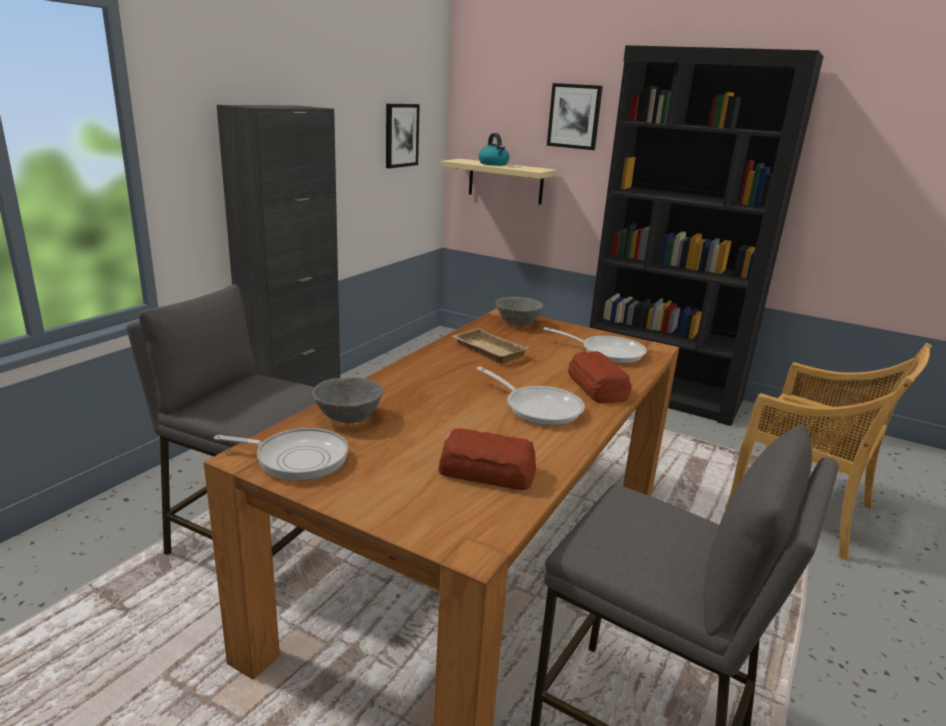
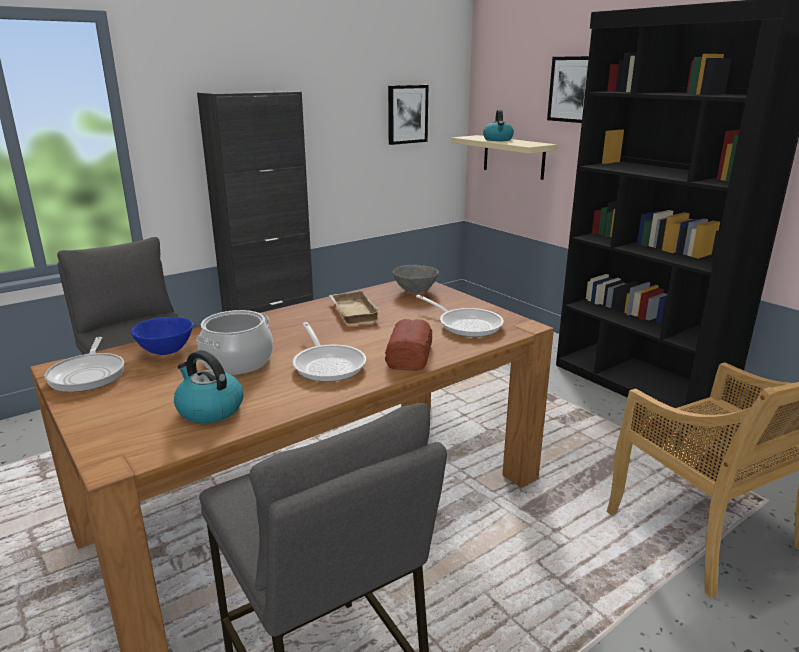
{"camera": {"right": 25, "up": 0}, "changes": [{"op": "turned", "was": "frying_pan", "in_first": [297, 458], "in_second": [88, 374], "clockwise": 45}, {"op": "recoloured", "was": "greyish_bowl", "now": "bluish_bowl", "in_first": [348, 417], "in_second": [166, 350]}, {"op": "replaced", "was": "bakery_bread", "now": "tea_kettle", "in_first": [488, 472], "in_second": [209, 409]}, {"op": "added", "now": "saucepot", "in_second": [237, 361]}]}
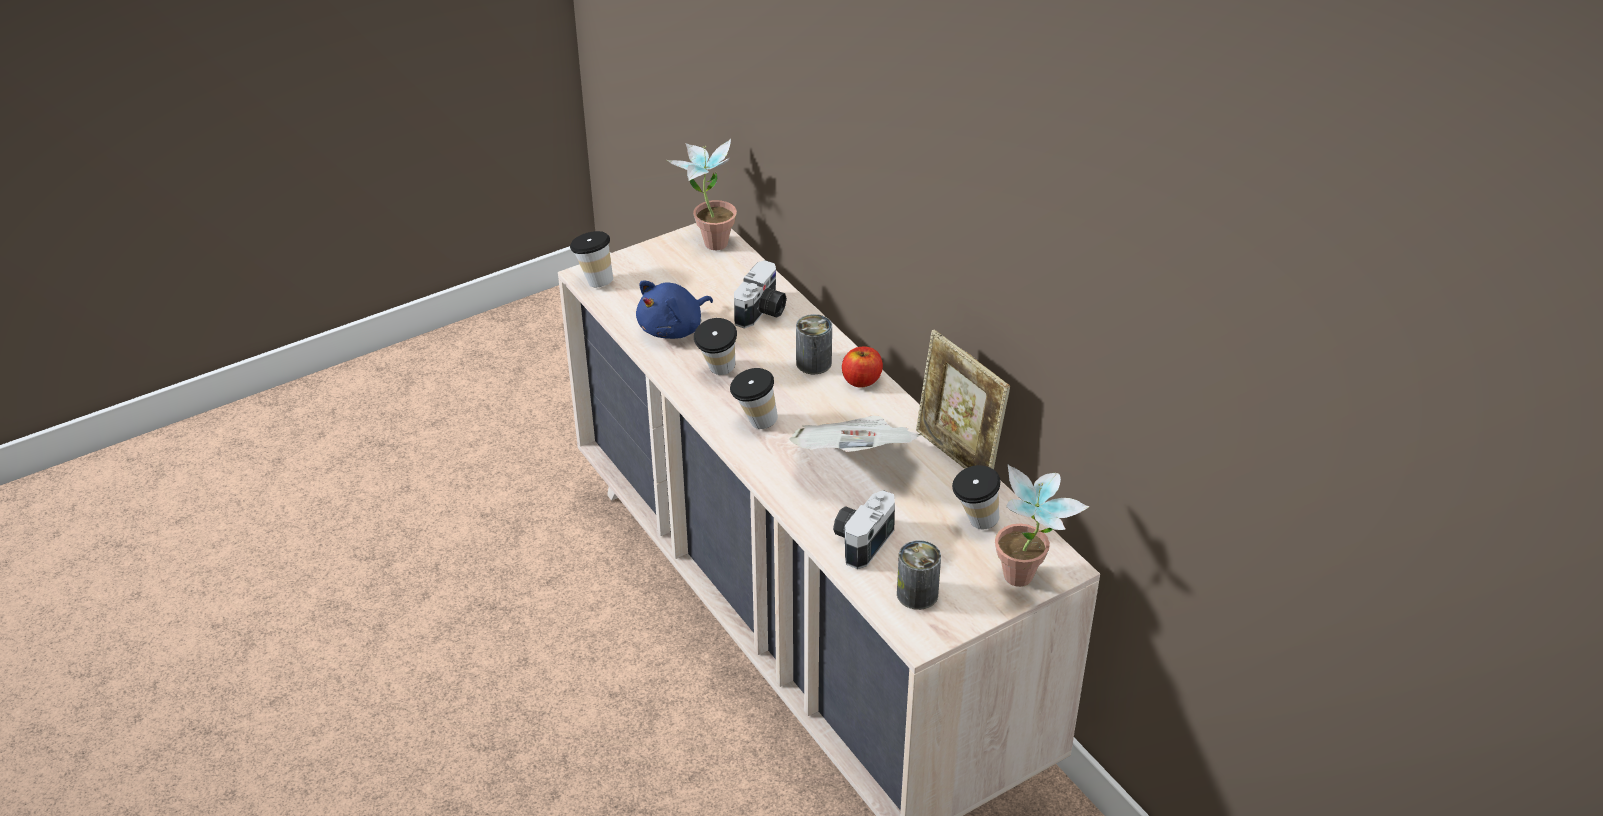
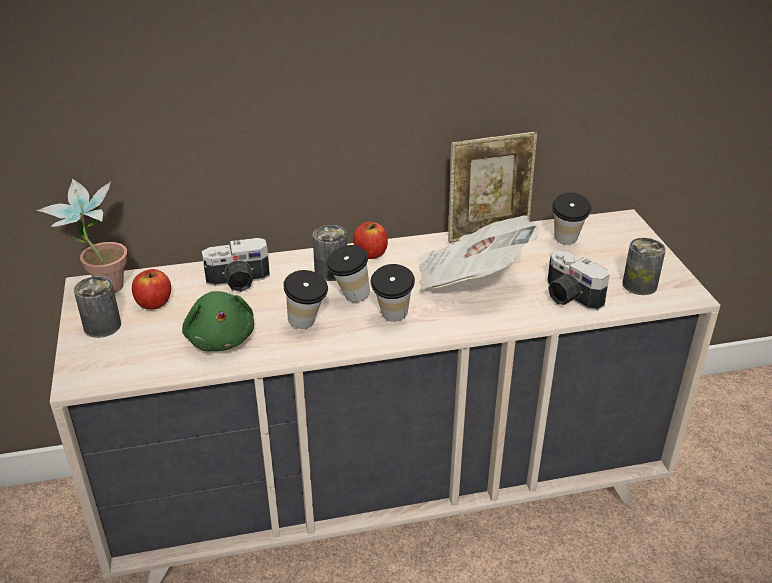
{"camera": {"right": -70, "up": -5}, "changes": [{"op": "added", "now": "can", "in_second": [102, 326]}, {"op": "added", "now": "apple", "in_second": [154, 303]}, {"op": "recoloured", "was": "bluish_cuddly_toy", "now": "green_cuddly_toy", "in_first": [674, 328], "in_second": [221, 338]}, {"op": "turned", "was": "photo_camera", "in_first": [763, 311], "in_second": [238, 282], "clockwise": 120}, {"op": "moved", "was": "drinking_cup", "in_first": [594, 280], "in_second": [349, 298]}, {"op": "removed", "was": "plant_in_a_pot", "in_first": [1027, 582]}]}
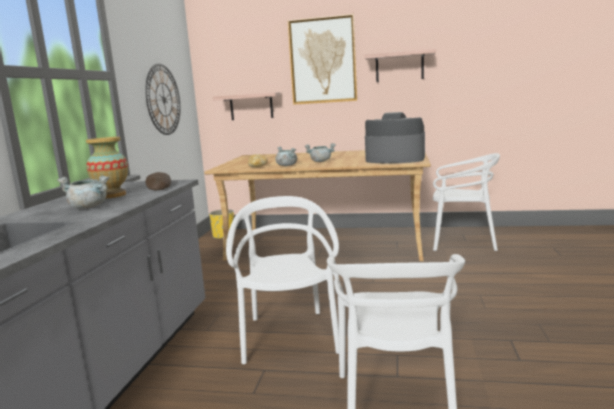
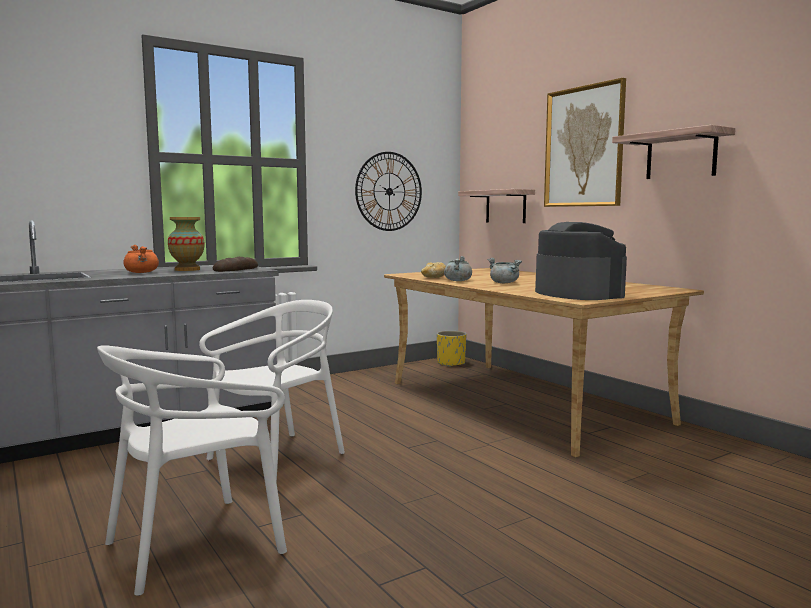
{"camera": {"right": 45, "up": -5}, "changes": [{"op": "recoloured", "was": "greyish_saucepot", "now": "orangey_saucepot", "in_first": [89, 207], "in_second": [142, 272]}, {"op": "removed", "was": "whitish_upright_chair", "in_first": [463, 242]}]}
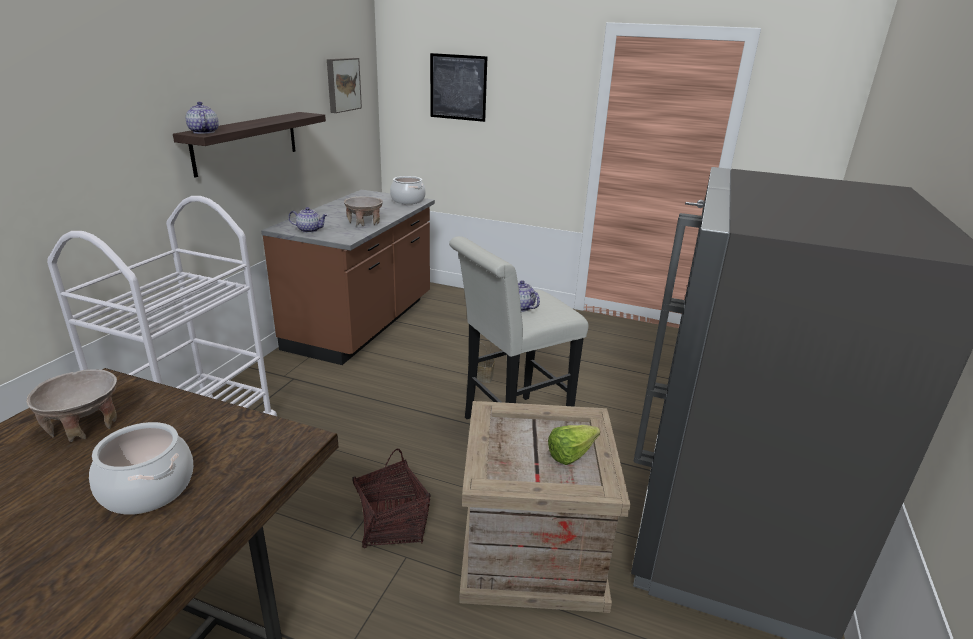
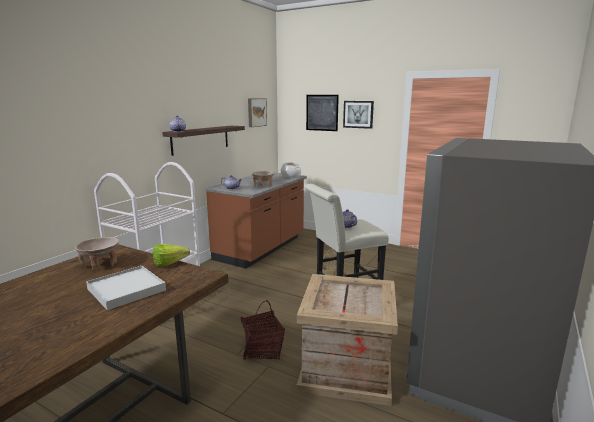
{"camera": {"right": 10, "up": -10}, "changes": [{"op": "replaced", "was": "saucepot", "now": "whitish_carrying_tray", "in_first": [147, 488], "in_second": [126, 289]}, {"op": "moved", "was": "lettuce", "in_first": [575, 454], "in_second": [172, 264]}, {"op": "added", "now": "wall_picture", "in_second": [358, 114]}]}
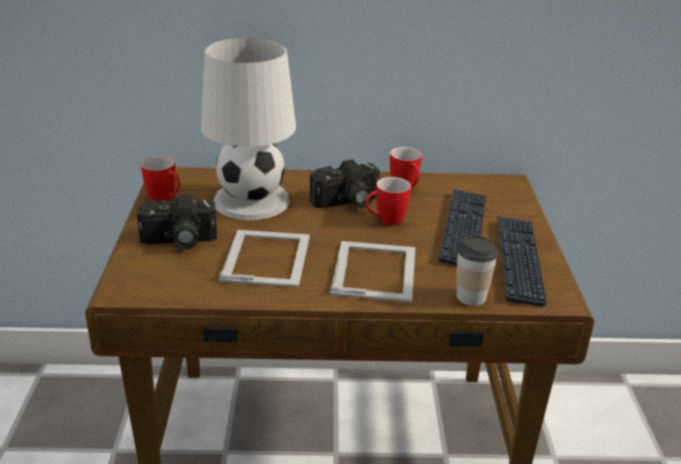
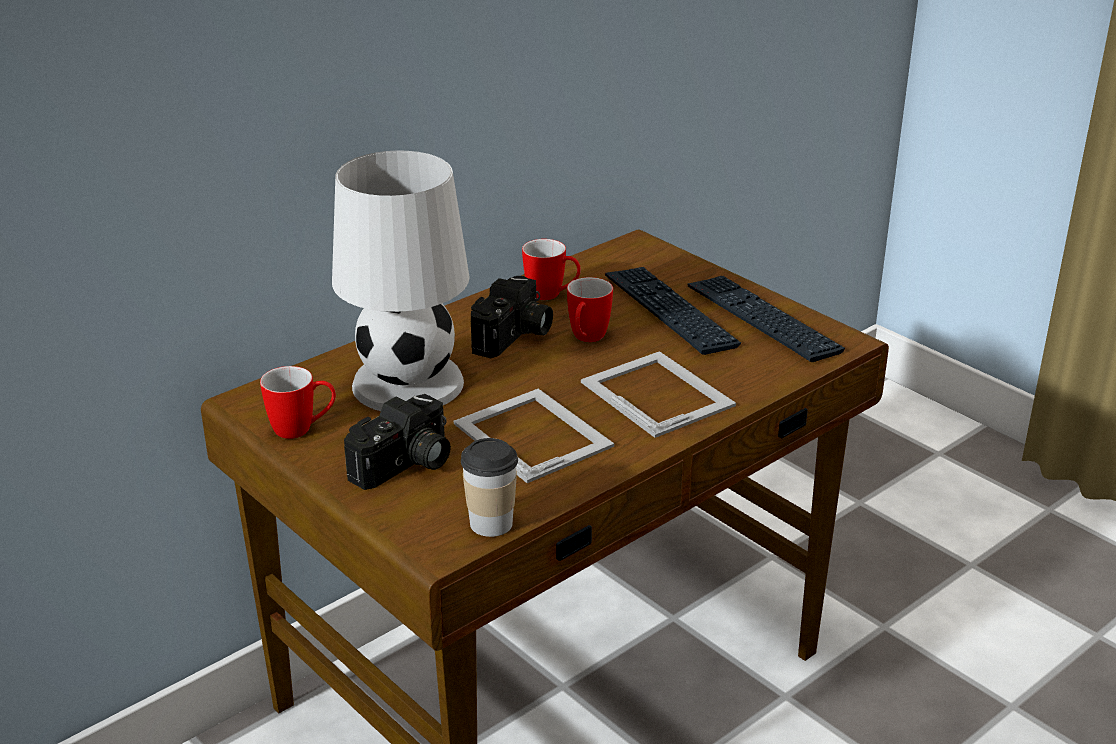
{"camera": {"right": -40, "up": 0}, "changes": [{"op": "moved", "was": "drinking_cup", "in_first": [471, 297], "in_second": [491, 524]}]}
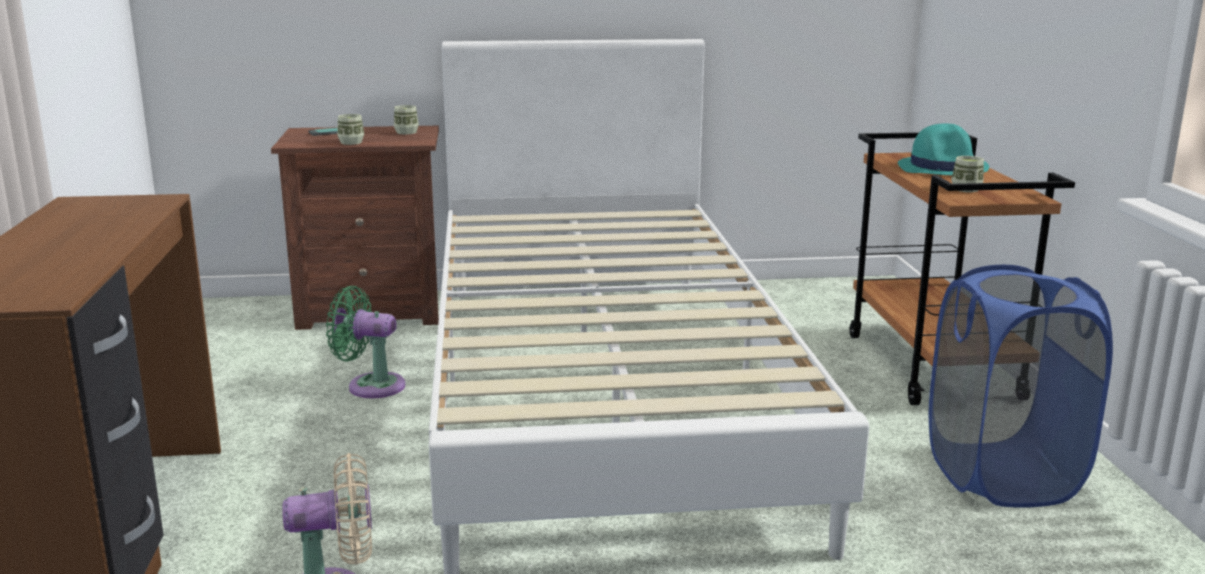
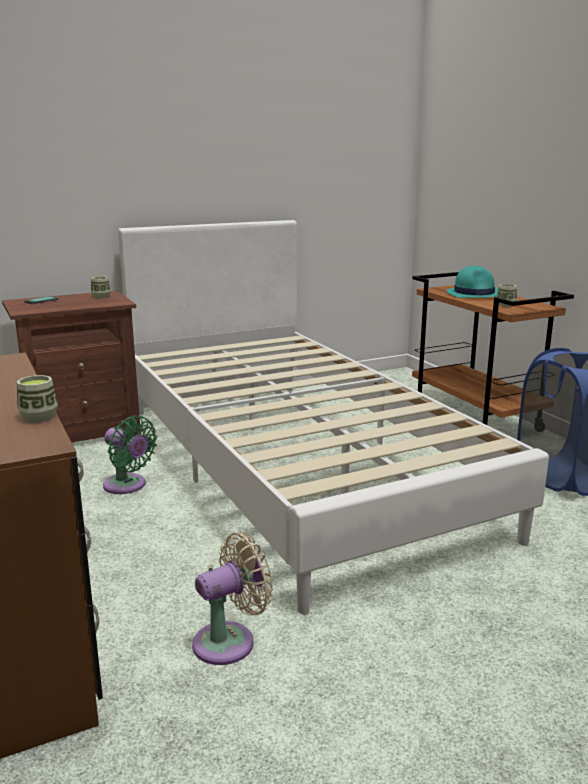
{"camera": {"right": -20, "up": 0}, "changes": [{"op": "moved", "was": "drinking_cup", "in_first": [351, 142], "in_second": [39, 417]}, {"op": "turned", "was": "green_fan", "in_first": [370, 386], "in_second": [127, 486], "clockwise": -135}]}
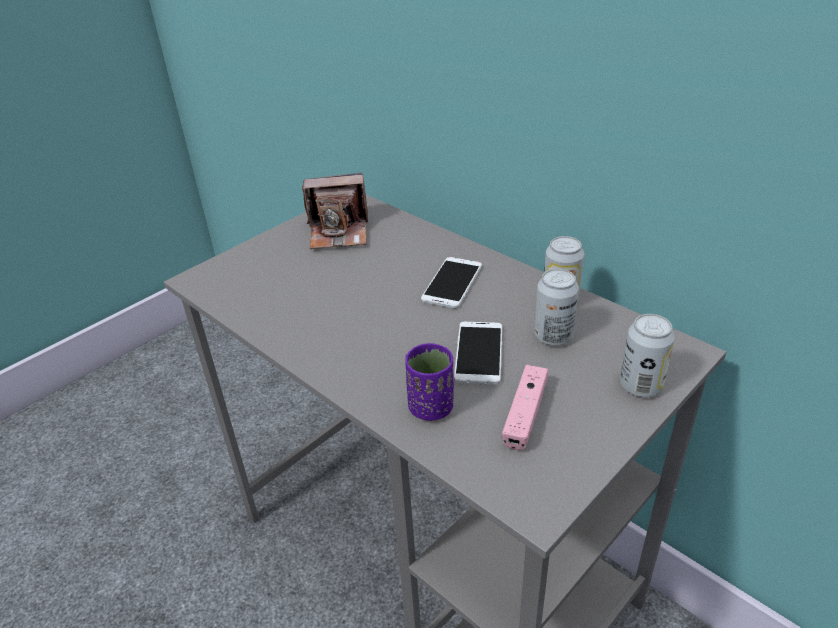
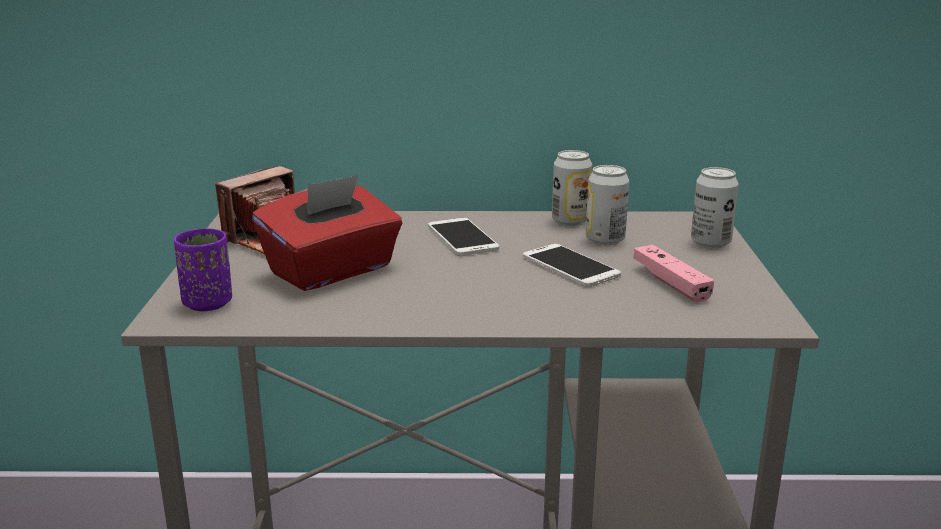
{"camera": {"right": -45, "up": -15}, "changes": [{"op": "moved", "was": "purplish_drinking_cup", "in_first": [431, 408], "in_second": [208, 303]}, {"op": "added", "now": "red_box_of_tissues", "in_second": [332, 271]}]}
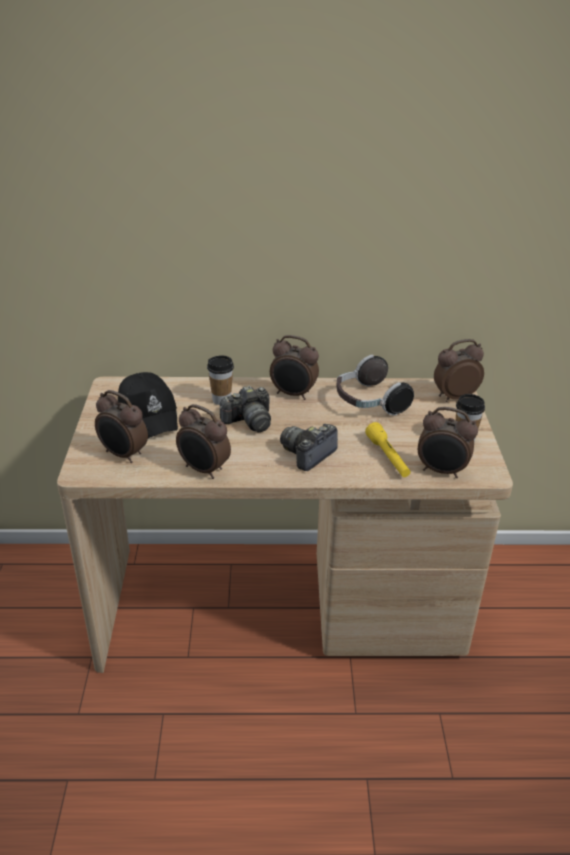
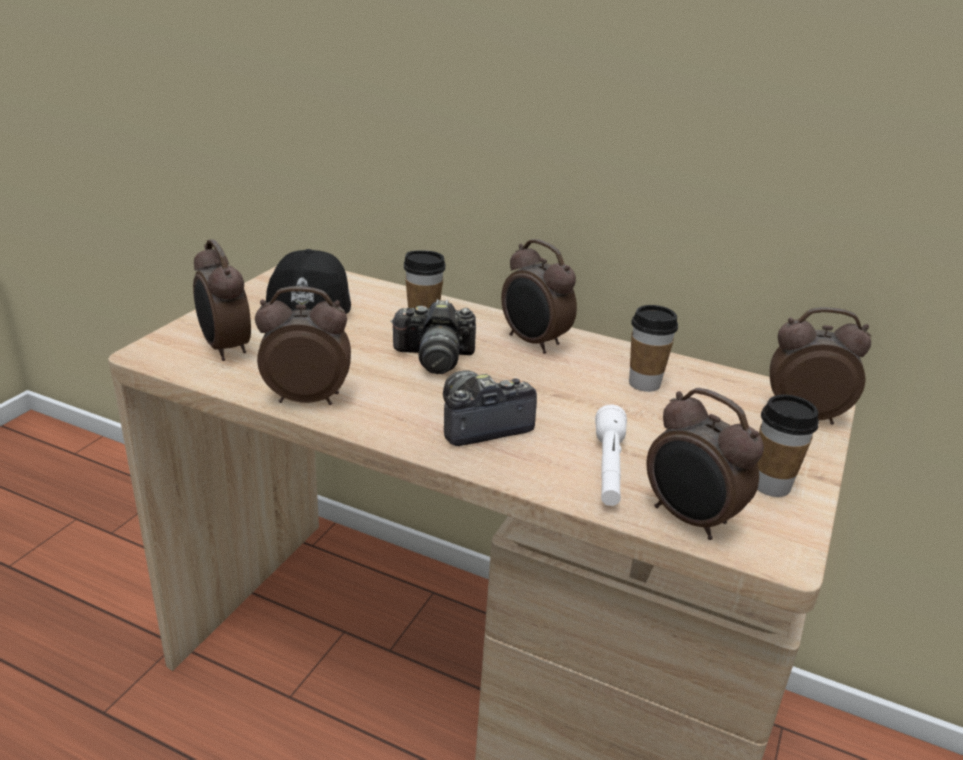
{"camera": {"right": 25, "up": -5}, "changes": [{"op": "turned", "was": "bedside_clock", "in_first": [204, 470], "in_second": [307, 398], "clockwise": 120}, {"op": "recoloured", "was": "yellow-coloured_hand_torch", "now": "whitish_hand_torch", "in_first": [388, 457], "in_second": [608, 468]}, {"op": "replaced", "was": "headset", "now": "drinking_cup", "in_first": [369, 402], "in_second": [644, 383]}]}
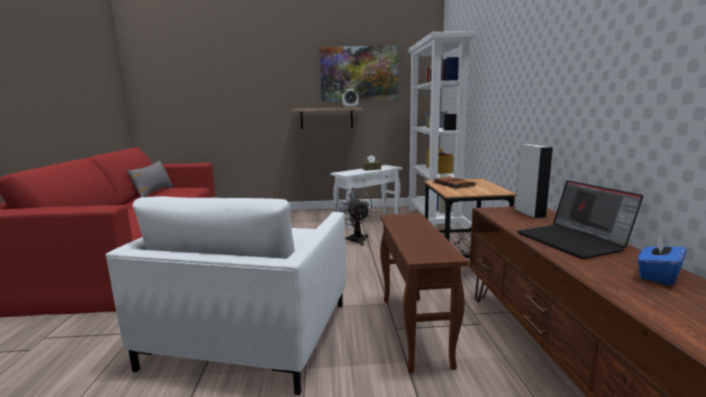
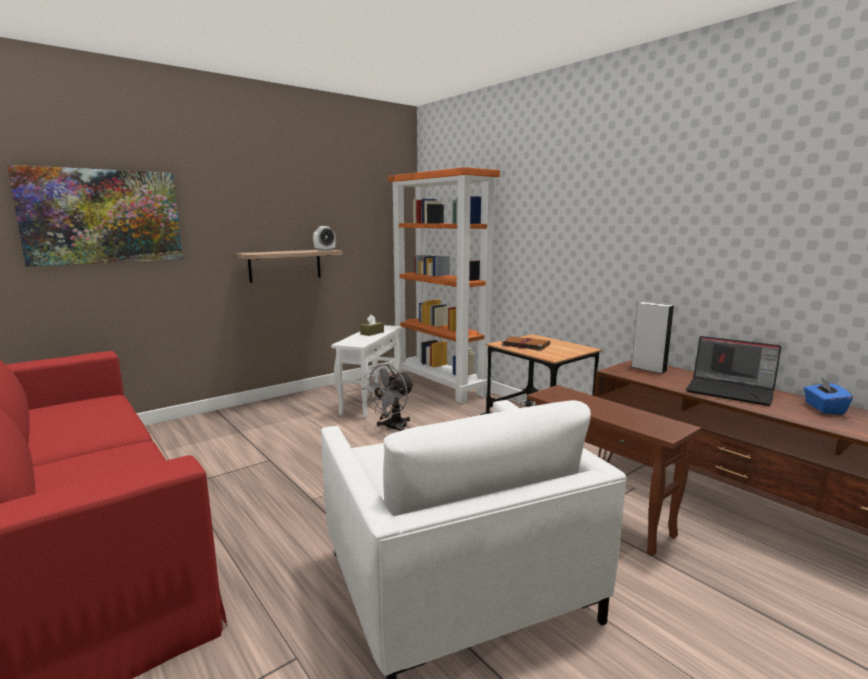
{"camera": {"right": -35, "up": 0}, "changes": [{"op": "moved", "was": "wall_picture", "in_first": [359, 73], "in_second": [103, 216]}, {"op": "turned", "was": "greyish_fan", "in_first": [355, 239], "in_second": [392, 428], "clockwise": -90}, {"op": "recoloured", "was": "whitish_shelving_unit", "now": "orangey_shelving_unit", "in_first": [433, 219], "in_second": [441, 385]}, {"op": "removed", "was": "greyish_cushion", "in_first": [153, 193]}]}
